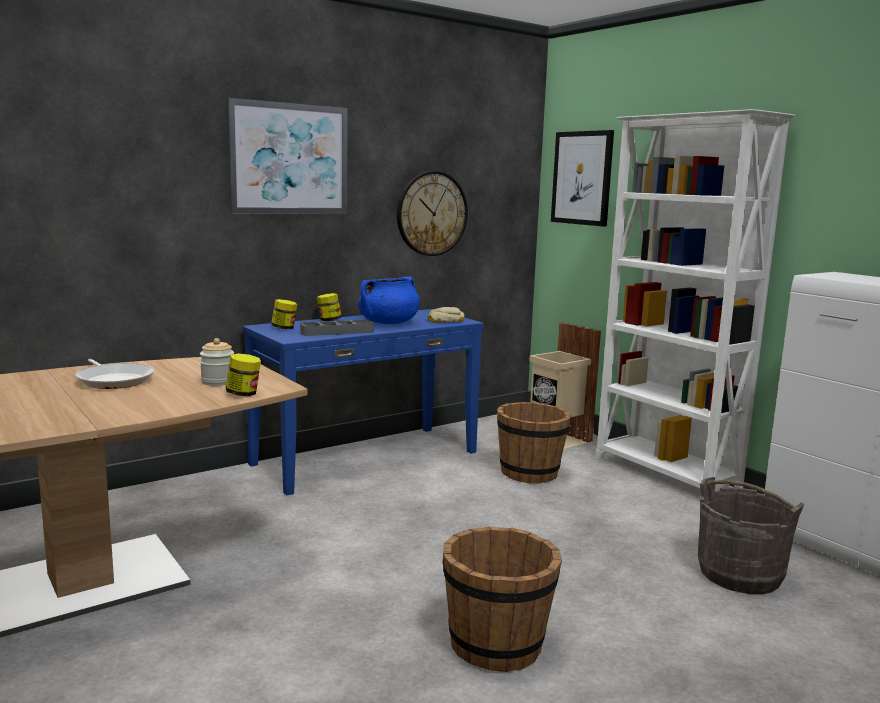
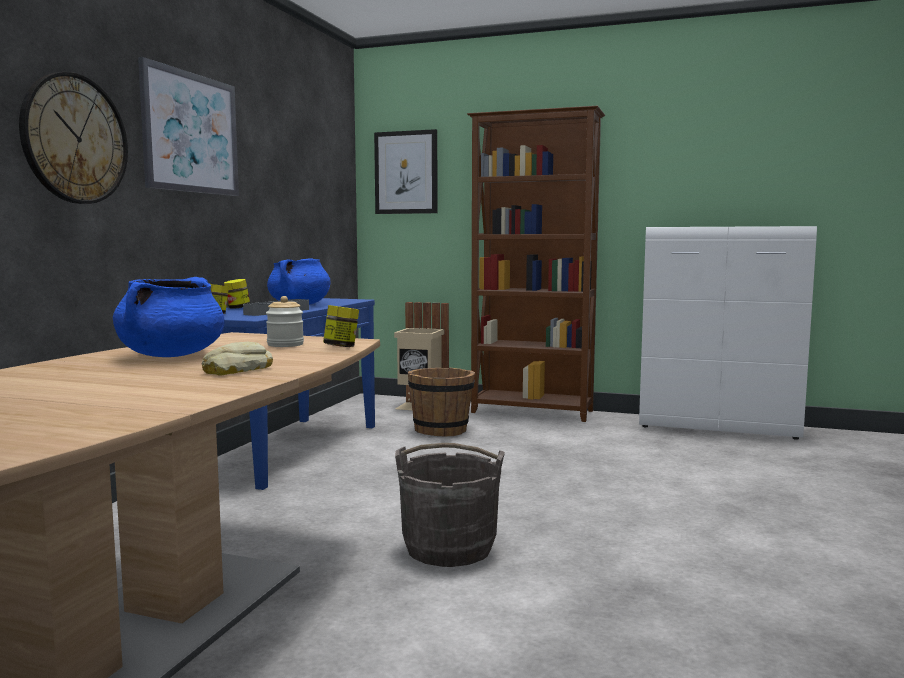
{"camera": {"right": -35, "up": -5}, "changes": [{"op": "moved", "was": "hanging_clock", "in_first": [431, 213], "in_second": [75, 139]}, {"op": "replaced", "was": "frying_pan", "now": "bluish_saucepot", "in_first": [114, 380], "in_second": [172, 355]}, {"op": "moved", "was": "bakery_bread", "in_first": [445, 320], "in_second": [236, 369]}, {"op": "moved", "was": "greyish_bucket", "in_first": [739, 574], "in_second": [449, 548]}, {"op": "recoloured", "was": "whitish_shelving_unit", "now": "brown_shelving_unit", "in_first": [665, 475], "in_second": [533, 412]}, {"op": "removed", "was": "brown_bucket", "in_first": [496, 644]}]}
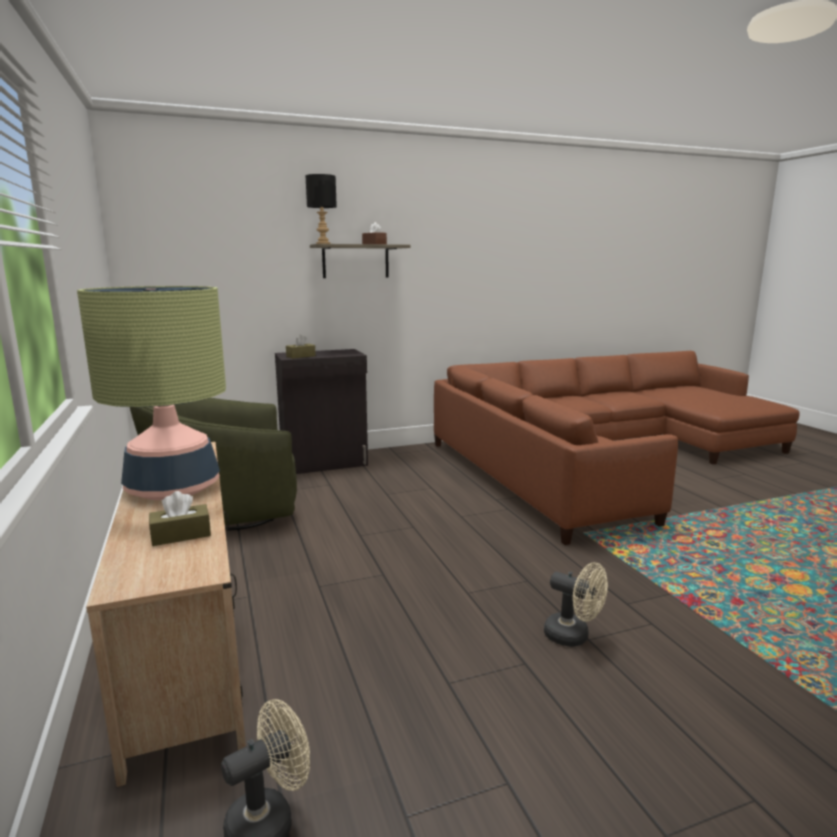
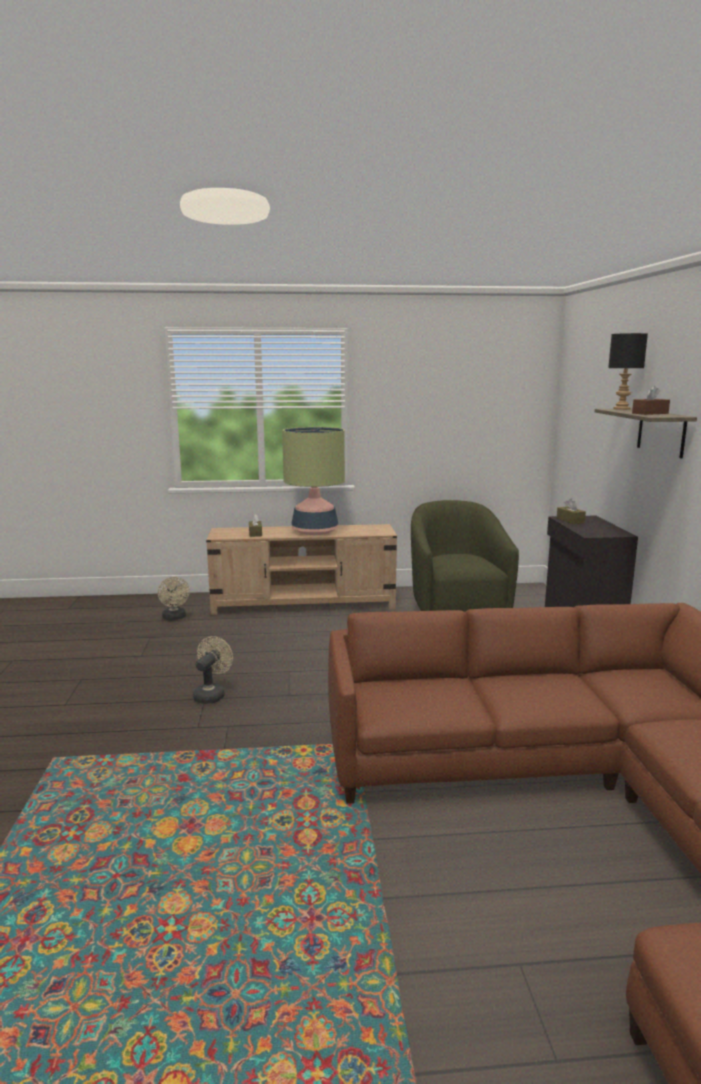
{"camera": {"right": 105, "up": 0}, "changes": [{"op": "turned", "was": "beige_fan", "in_first": [573, 636], "in_second": [212, 694], "clockwise": 150}]}
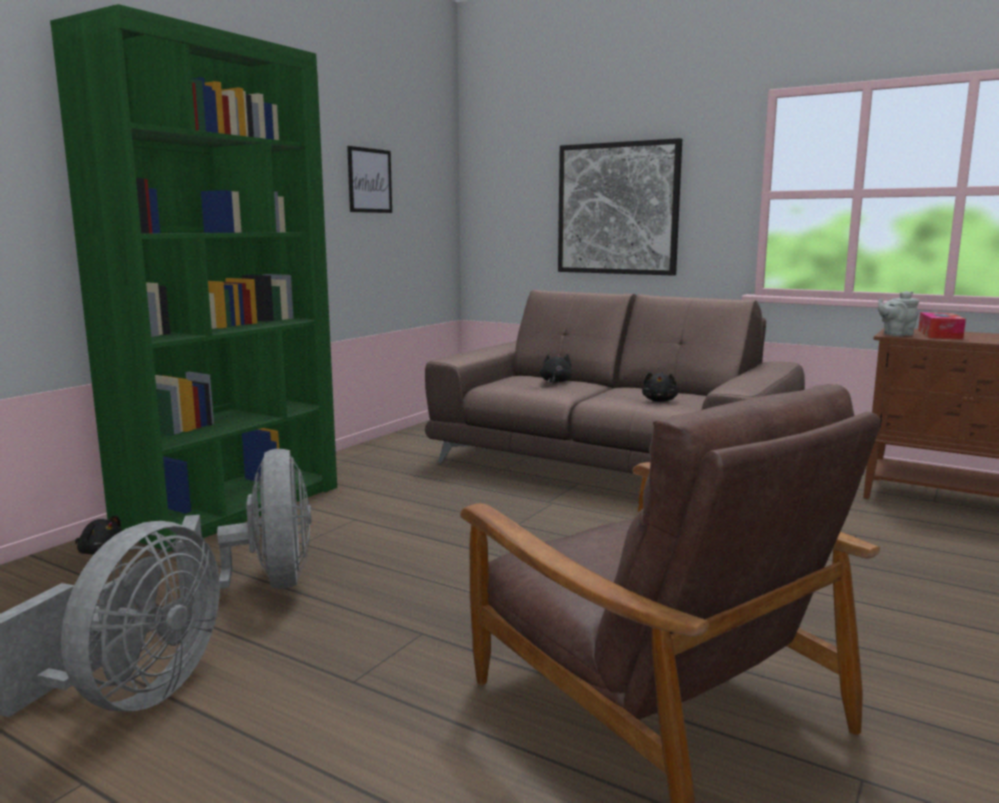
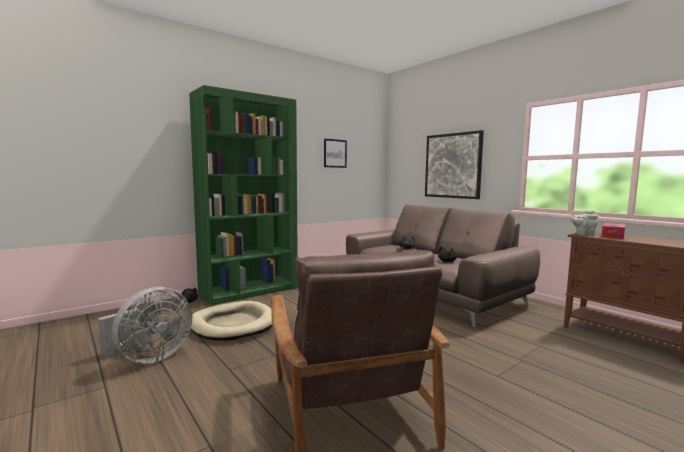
{"camera": {"right": 20, "up": -5}, "changes": [{"op": "replaced", "was": "greyish_fan", "now": "beige_pet_bed", "in_first": [266, 586], "in_second": [233, 324]}]}
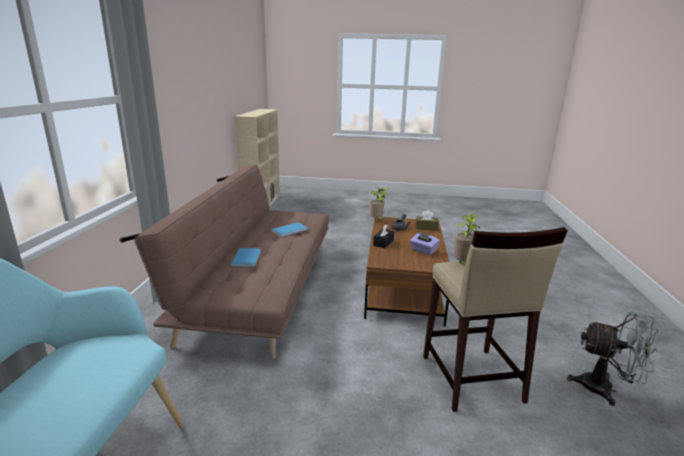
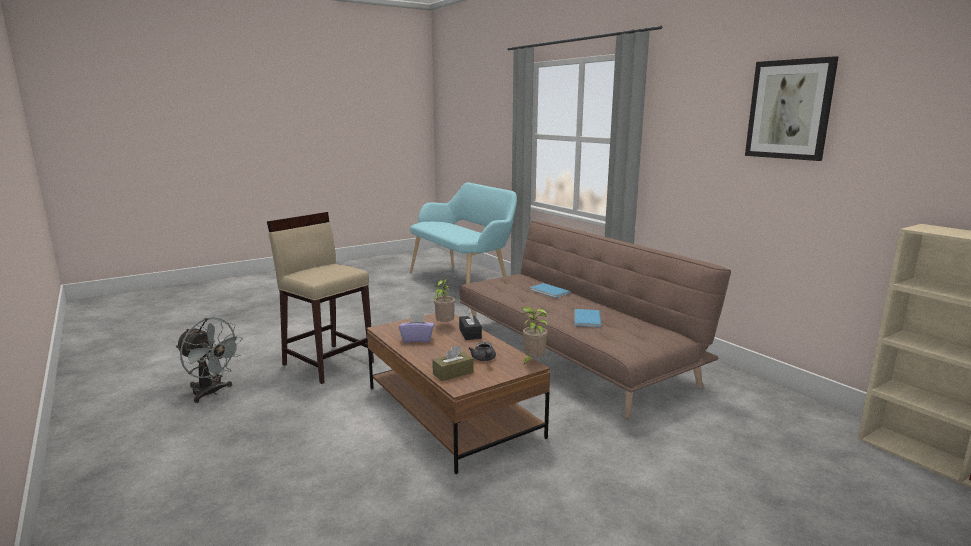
{"camera": {"right": 140, "up": -5}, "changes": [{"op": "turned", "was": "greyish_fan", "in_first": [605, 389], "in_second": [211, 393], "clockwise": -135}, {"op": "moved", "was": "plant_in_a_pot", "in_first": [463, 266], "in_second": [444, 325]}, {"op": "added", "now": "wall_picture", "in_second": [789, 109]}]}
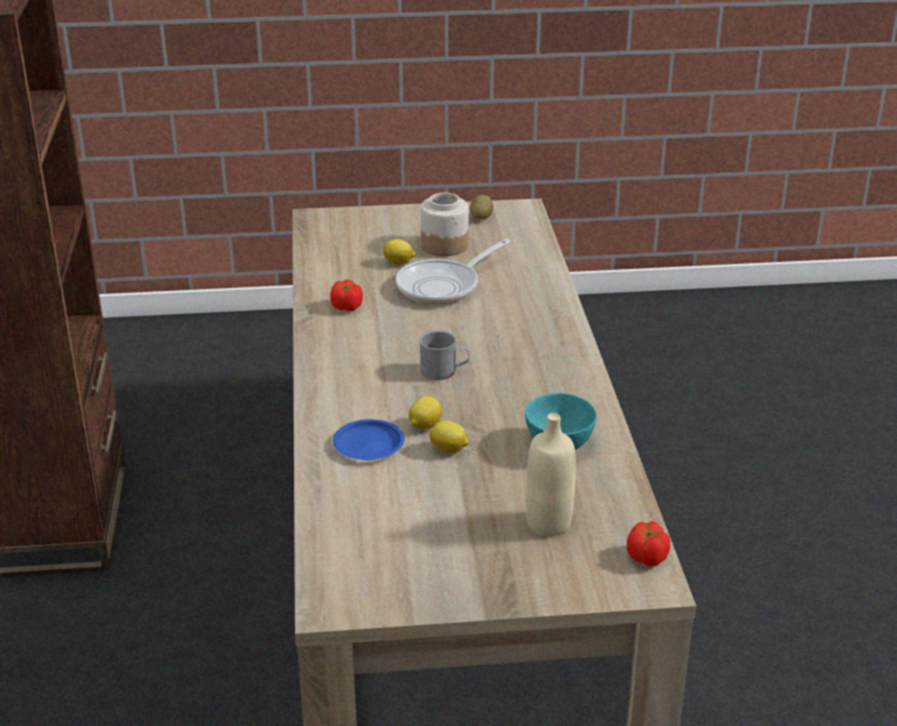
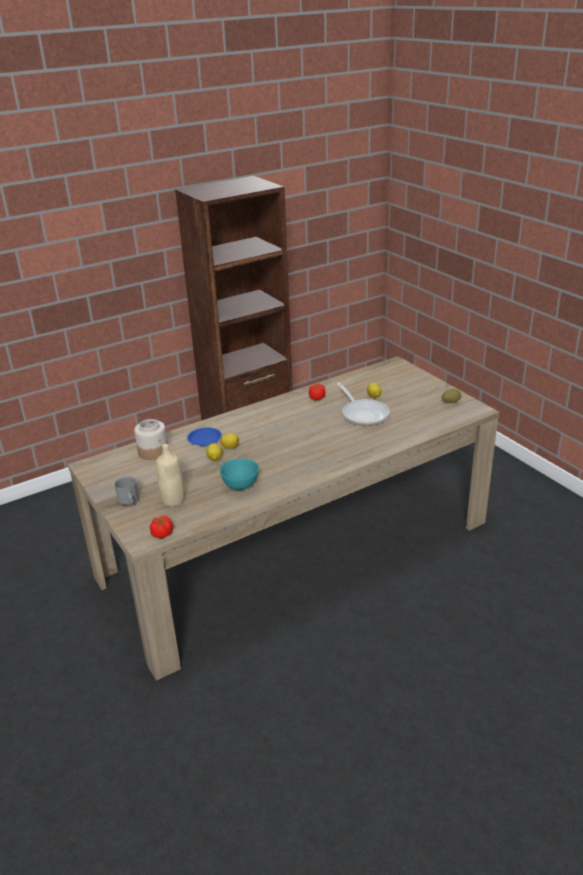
{"camera": {"right": 65, "up": 0}, "changes": [{"op": "moved", "was": "greyish_coffee_mug", "in_first": [444, 371], "in_second": [129, 502]}, {"op": "moved", "was": "storage_jar", "in_first": [445, 245], "in_second": [153, 452]}, {"op": "turned", "was": "frying_pan", "in_first": [443, 286], "in_second": [363, 414], "clockwise": -135}]}
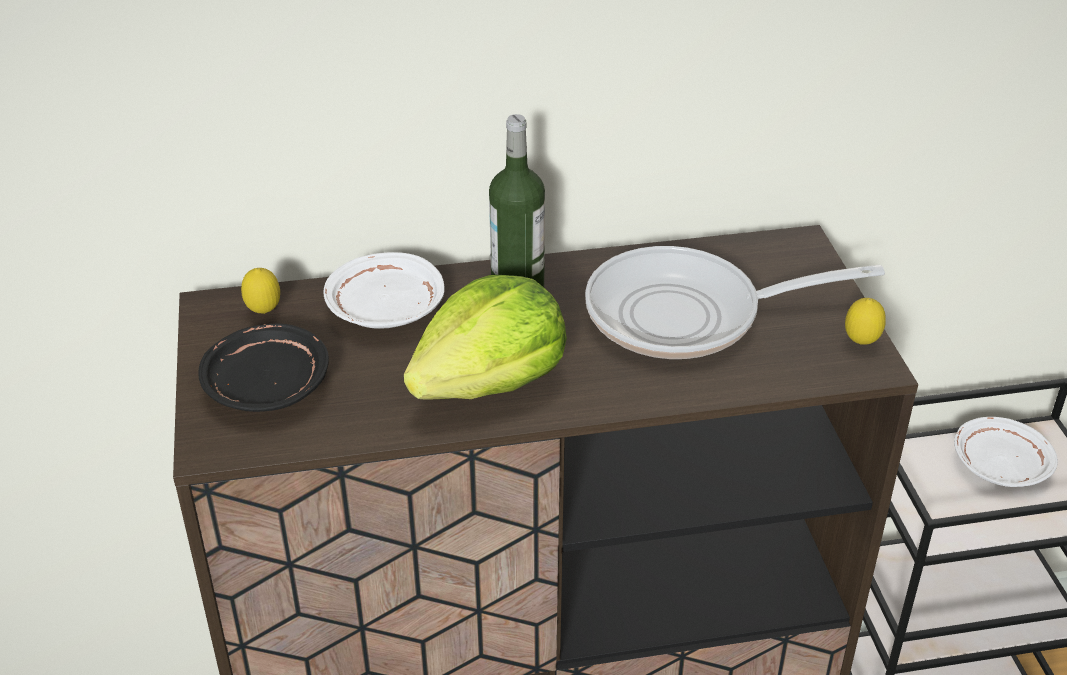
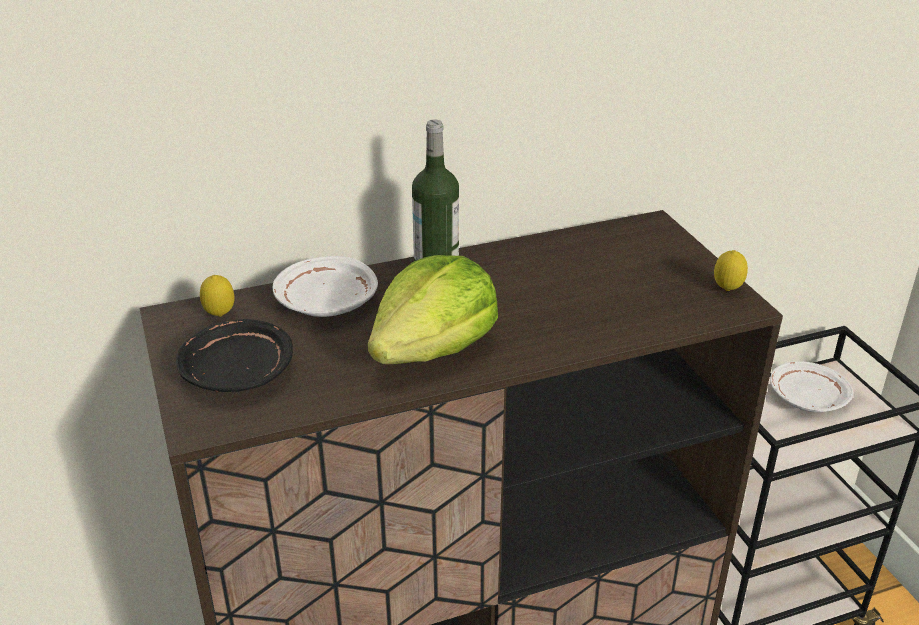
{"camera": {"right": -10, "up": -5}, "changes": [{"op": "removed", "was": "frying_pan", "in_first": [688, 315]}]}
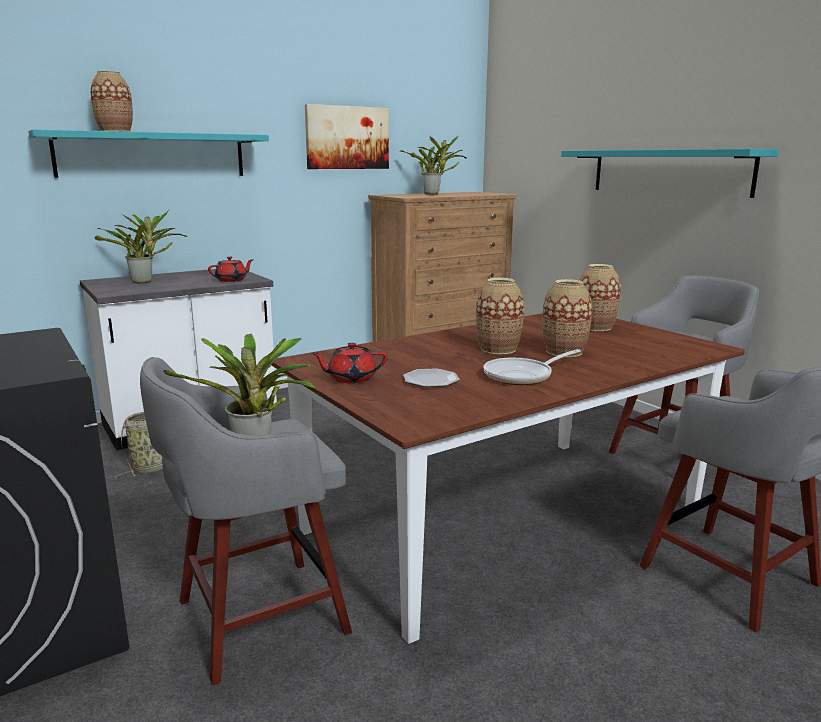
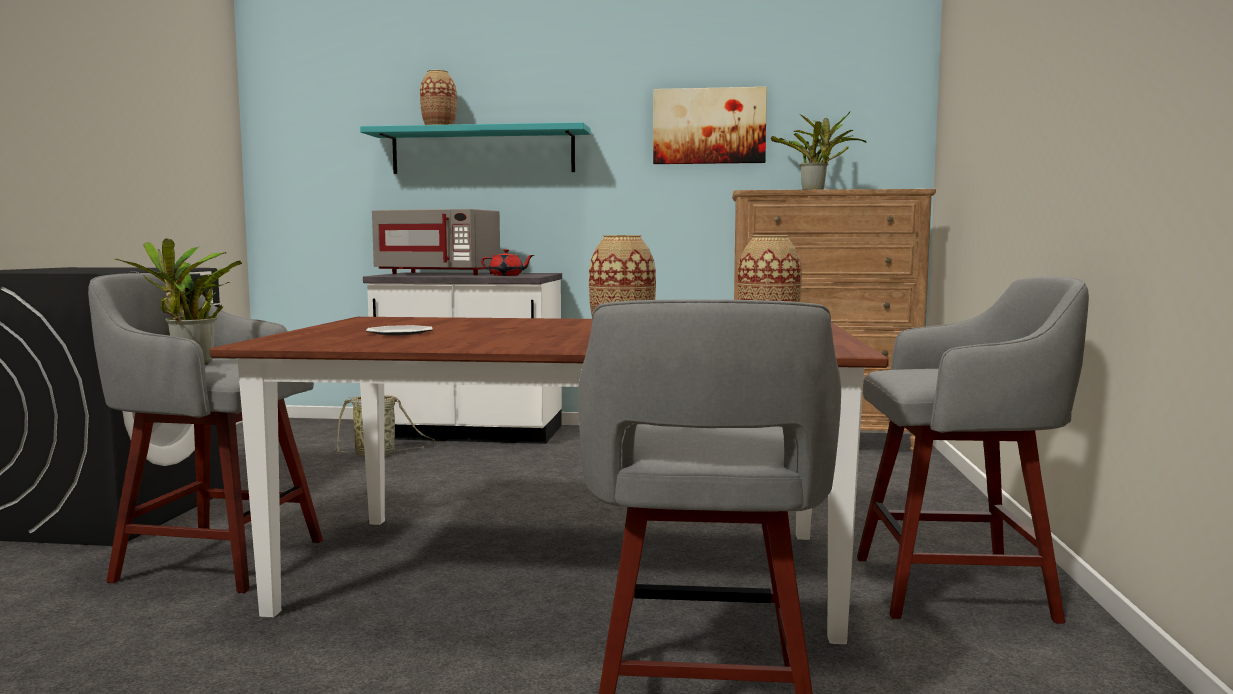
{"camera": {"right": 40, "up": -10}, "changes": [{"op": "replaced", "was": "plant_in_a_pot", "now": "greyish_microwave", "in_first": [145, 282], "in_second": [439, 274]}, {"op": "removed", "was": "red_teapot", "in_first": [351, 378]}, {"op": "removed", "was": "decorative_vase", "in_first": [498, 349]}, {"op": "removed", "was": "frying_pan", "in_first": [522, 376]}, {"op": "removed", "was": "turquoise_shelf", "in_first": [668, 172]}]}
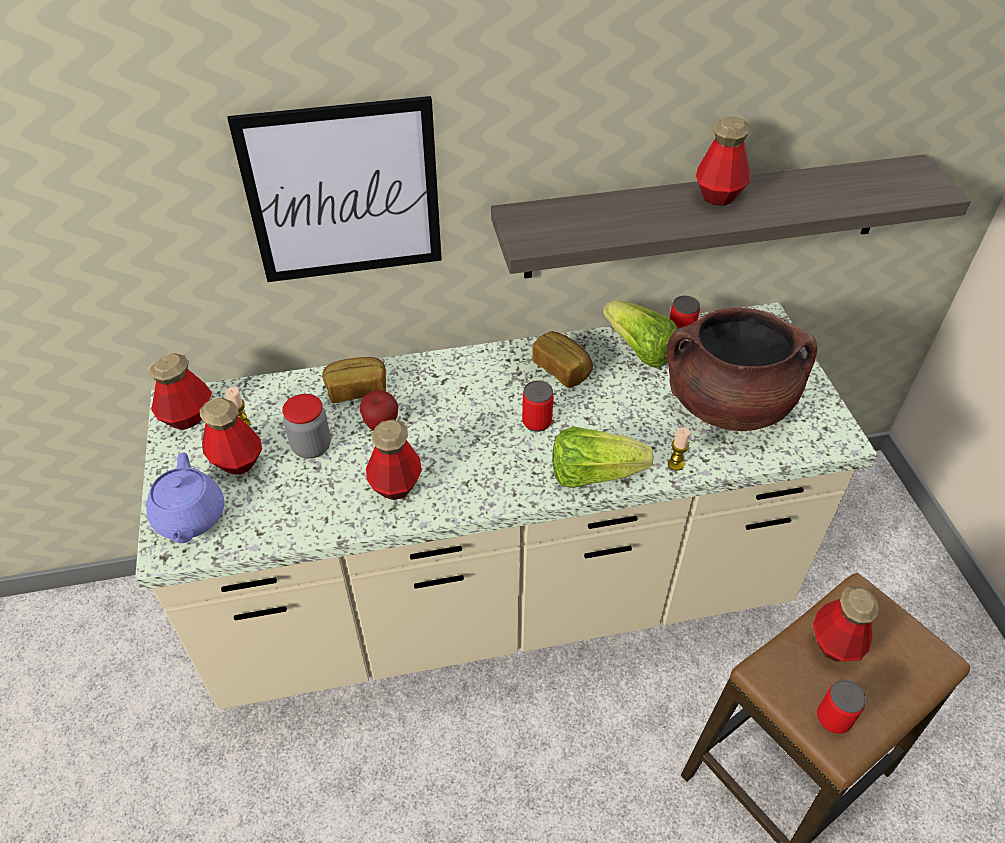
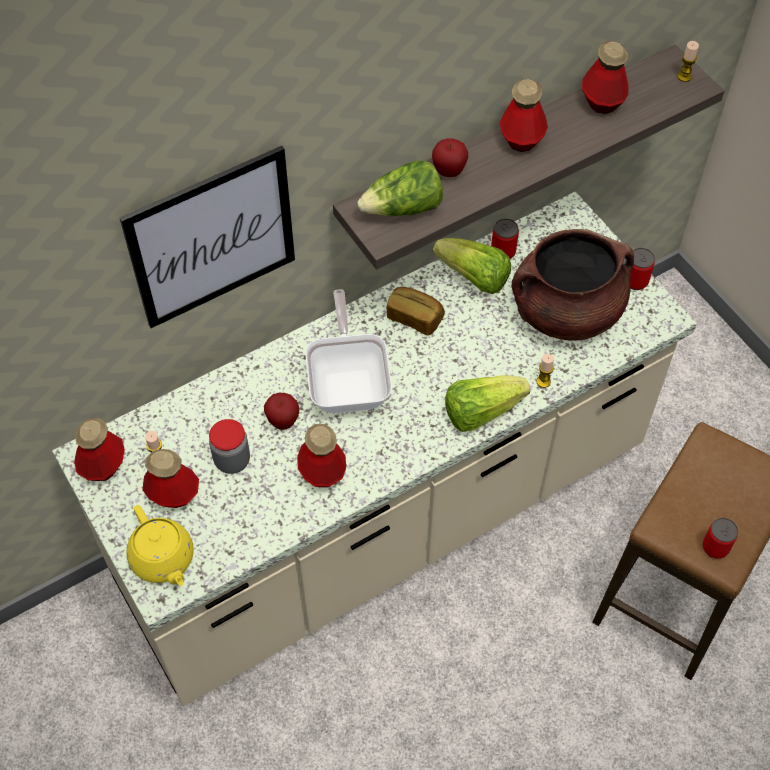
{"camera": {"right": -20, "up": 10}, "changes": [{"op": "recoloured", "was": "purplish_teapot", "now": "yellow-coloured_teapot", "in_first": [190, 518], "in_second": [163, 559]}, {"op": "added", "now": "frying_pan", "in_second": [349, 382]}, {"op": "added", "now": "lettuce", "in_second": [403, 208]}, {"op": "added", "now": "apple", "in_second": [449, 171]}, {"op": "moved", "was": "bottle", "in_first": [835, 643], "in_second": [602, 101]}, {"op": "moved", "was": "can", "in_first": [537, 422], "in_second": [635, 281]}, {"op": "added", "now": "wax_candle", "in_second": [684, 76]}, {"op": "removed", "was": "bakery_bread", "in_first": [357, 389]}]}
